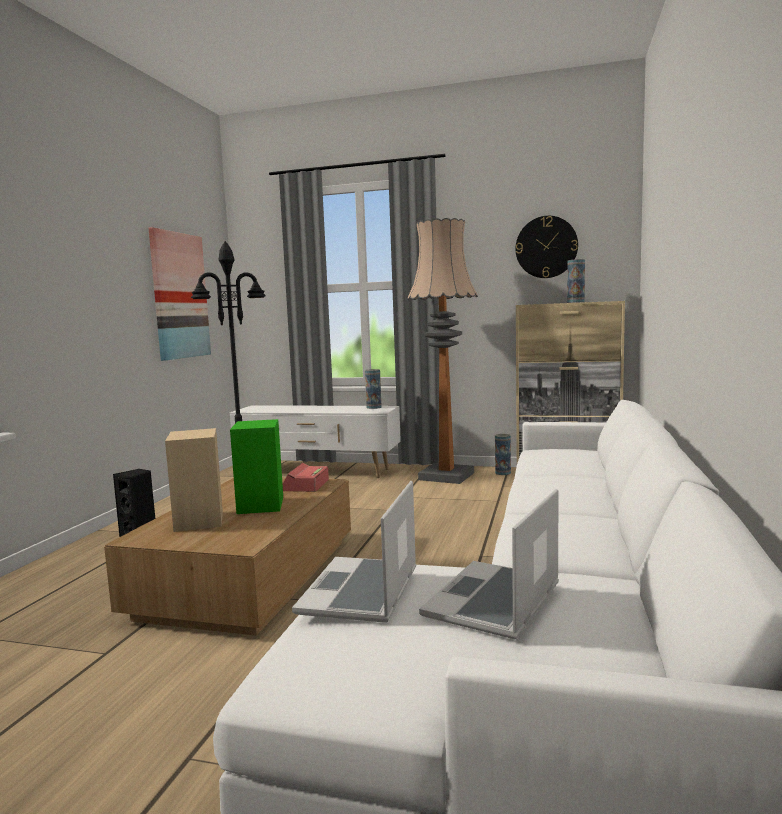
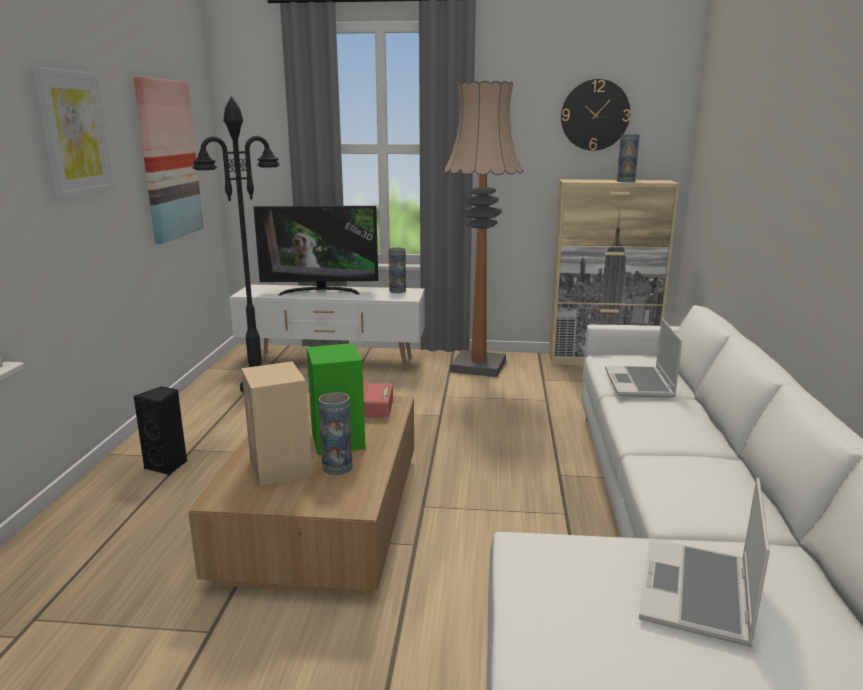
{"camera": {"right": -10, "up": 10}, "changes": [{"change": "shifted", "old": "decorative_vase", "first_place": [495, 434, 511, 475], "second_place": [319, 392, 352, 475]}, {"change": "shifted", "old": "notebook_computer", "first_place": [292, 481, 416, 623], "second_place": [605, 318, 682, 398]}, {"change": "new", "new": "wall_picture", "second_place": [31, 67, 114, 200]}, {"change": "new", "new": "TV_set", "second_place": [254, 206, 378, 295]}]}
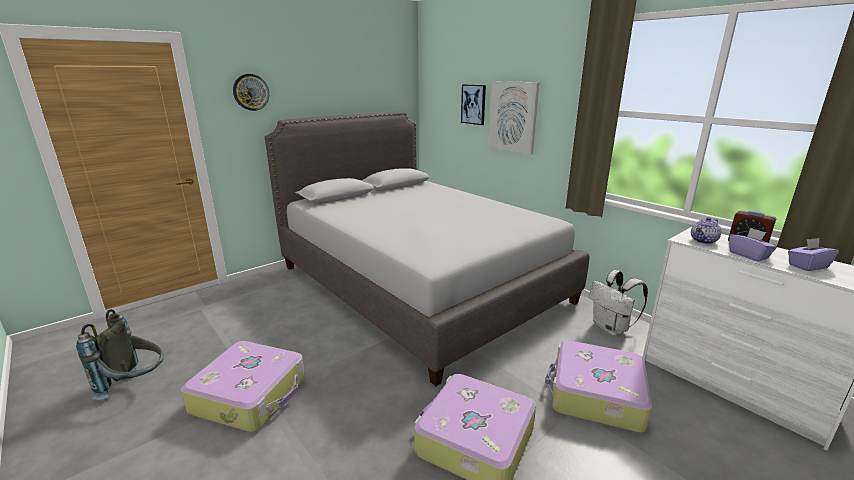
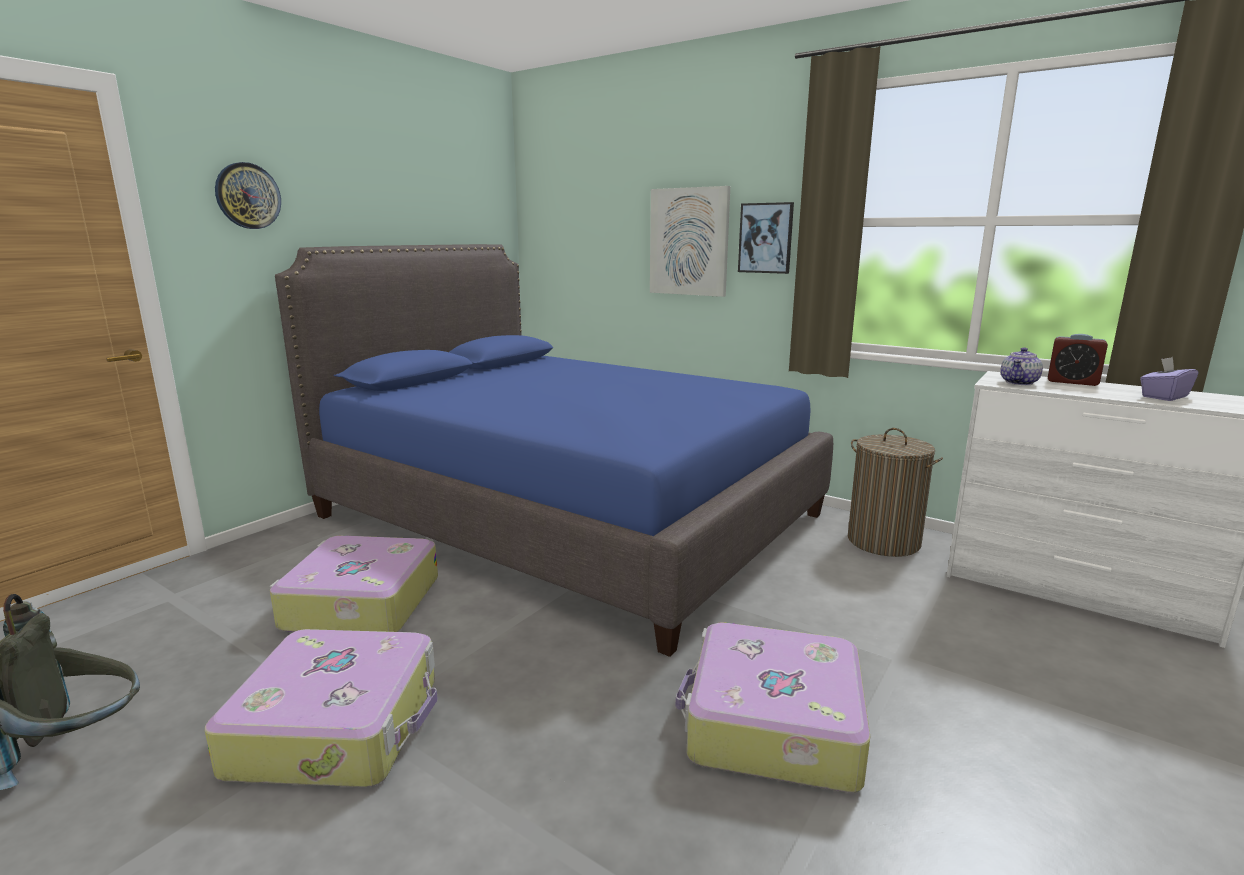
{"camera": {"right": -15, "up": -5}, "changes": [{"change": "shifted", "old": "wall_picture", "first_place": [461, 84, 486, 125], "second_place": [738, 202, 794, 274]}, {"change": "repainted", "old": "gray_bed", "new": "blue-coloured_bed", "first_place": [265, 111, 589, 386], "second_place": [275, 244, 833, 657]}, {"change": "gone", "old": "purplish_tissue_holder", "first_place": [729, 228, 777, 262]}, {"change": "swapped", "old": "whitish_knapsack", "new": "hamper", "first_place": [590, 270, 648, 335], "second_place": [848, 428, 943, 557]}, {"change": "shifted", "old": "suitcase", "first_place": [545, 340, 652, 433], "second_place": [270, 536, 438, 632]}]}
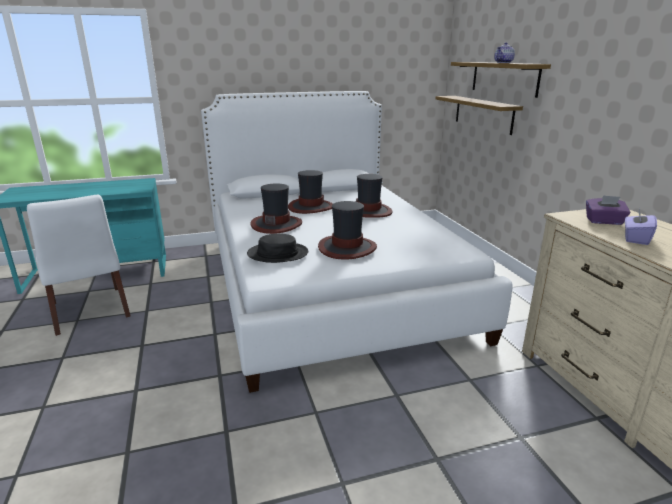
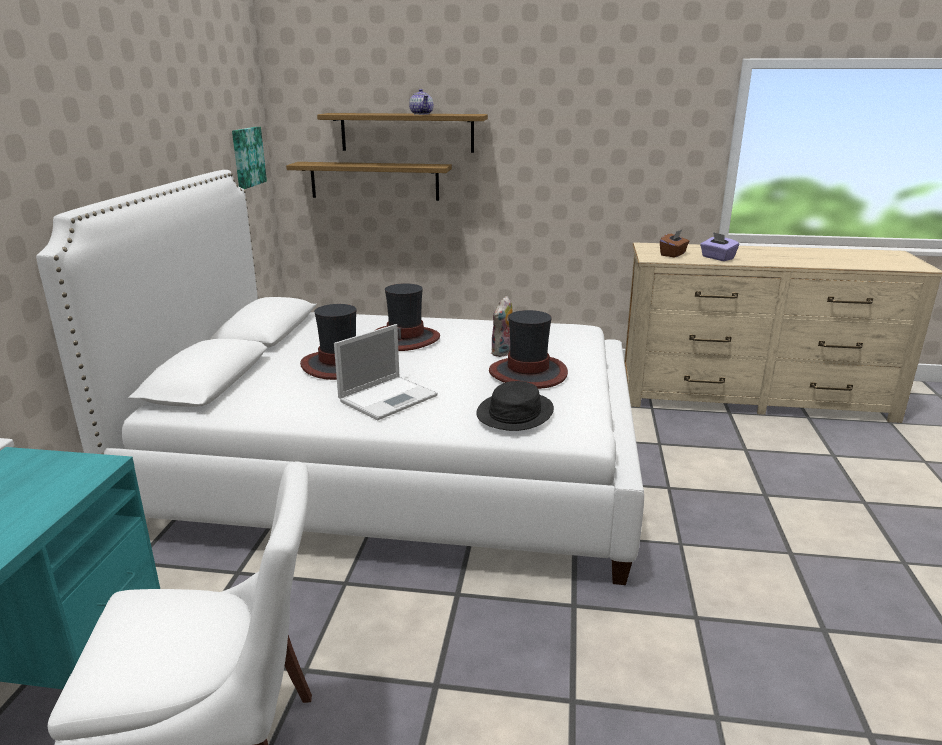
{"camera": {"right": -65, "up": 0}, "changes": [{"change": "swapped", "old": "wearable_hat", "new": "notebook_computer", "first_place": [251, 183, 302, 234], "second_place": [334, 324, 438, 420]}, {"change": "repainted", "old": "purplish_tissue_holder", "new": "brown_tissue_holder", "first_place": [586, 195, 630, 225], "second_place": [660, 230, 690, 258]}, {"change": "new", "new": "wall_picture", "second_place": [232, 127, 267, 189]}, {"change": "new", "new": "soft_toy", "second_place": [491, 296, 513, 357]}]}
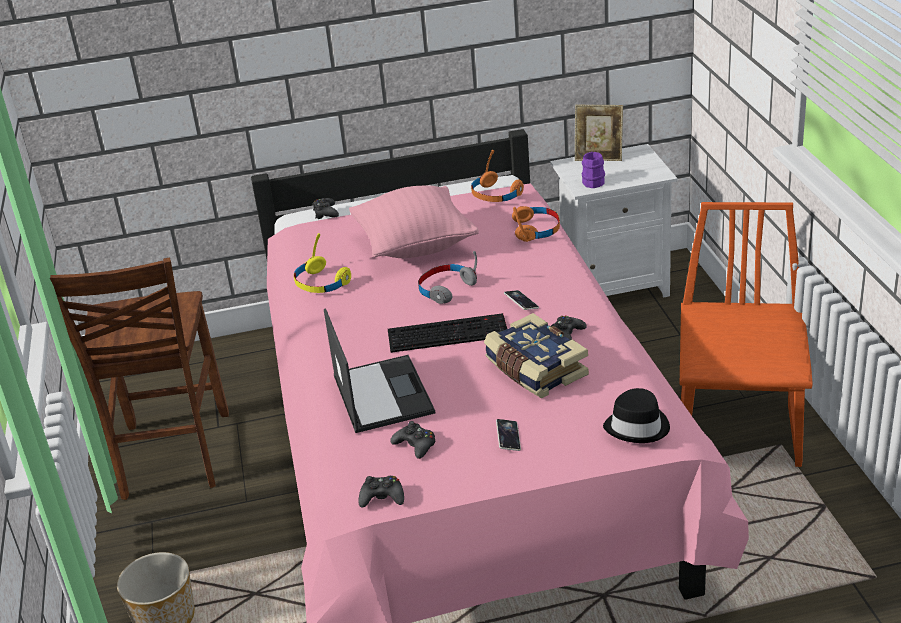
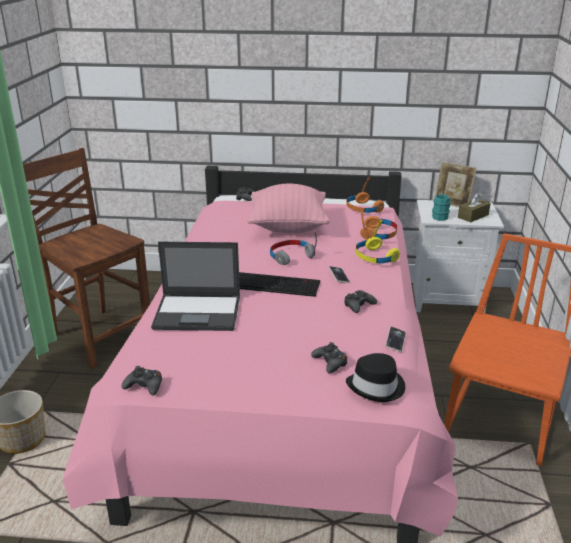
{"camera": {"right": 15, "up": -5}, "changes": [{"change": "repainted", "old": "purplish_tea_mug", "new": "turquoise-coloured_tea_mug", "first_place": [582, 152, 605, 188], "second_place": [432, 194, 451, 221]}, {"change": "shifted", "old": "yellow_headphones", "first_place": [294, 233, 351, 293], "second_place": [355, 220, 400, 263]}, {"change": "rotated", "old": "brown_plain_chair", "first_place": [50, 258, 229, 500], "second_place": [23, 148, 150, 369], "degrees": 120}, {"change": "rotated", "old": "notebook_computer", "first_place": [324, 308, 435, 433], "second_place": [151, 242, 240, 331], "degrees": 90}, {"change": "gone", "old": "bound_book", "first_place": [484, 313, 589, 399]}, {"change": "shifted", "old": "telephone", "first_place": [496, 419, 521, 451], "second_place": [385, 327, 406, 352]}, {"change": "shifted", "old": "blackish_gamepad", "first_place": [390, 421, 435, 459], "second_place": [311, 342, 347, 373]}, {"change": "new", "new": "brown_tissue_holder", "second_place": [458, 193, 491, 222]}]}
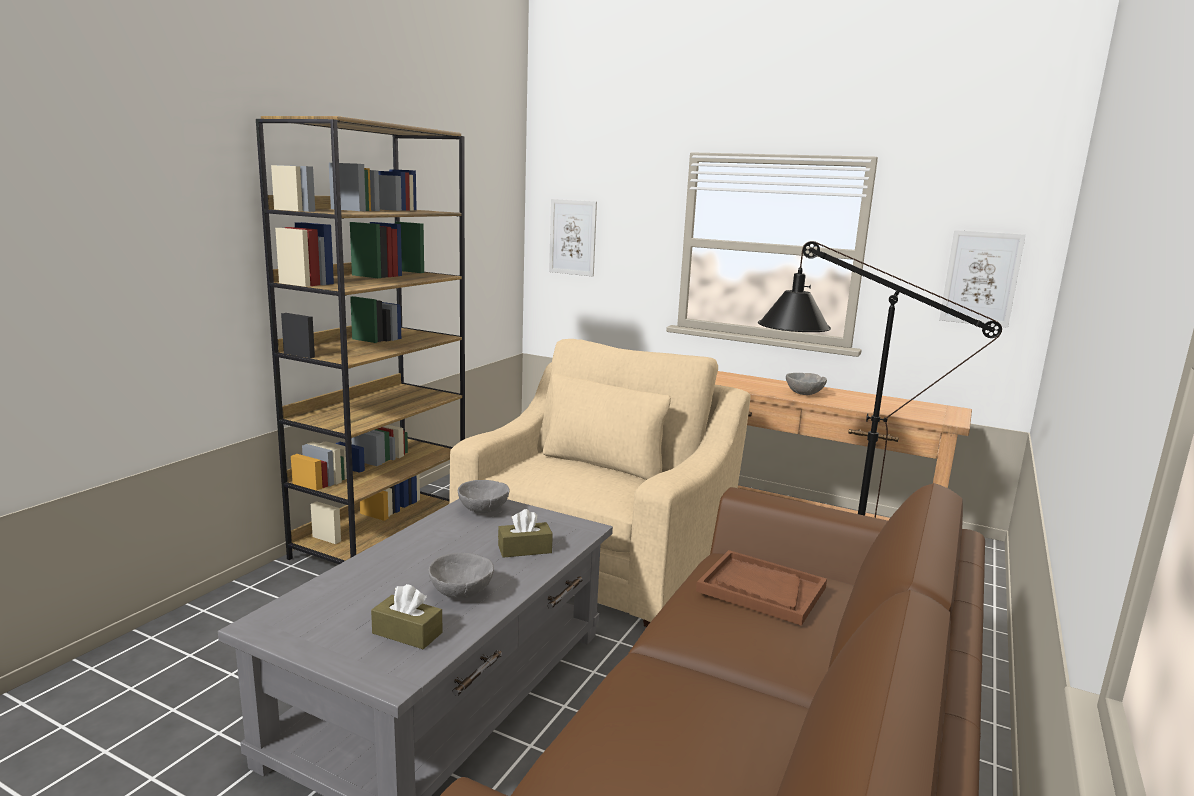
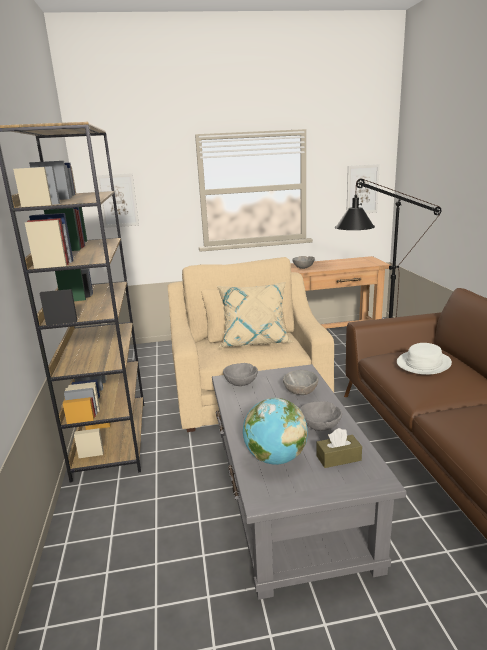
{"camera": {"right": -35, "up": 5}, "changes": [{"change": "swapped", "old": "brown_tissue_holder", "new": "gray_bowl", "first_place": [498, 509, 553, 558], "second_place": [283, 370, 319, 395]}, {"change": "swapped", "old": "brown_tray", "new": "whitish_wearable_hat", "first_place": [696, 550, 827, 626], "second_place": [397, 343, 452, 375]}, {"change": "new", "new": "beige-coloured_throw_pillow", "second_place": [217, 282, 293, 347]}, {"change": "new", "new": "world_globe", "second_place": [243, 398, 308, 465]}]}
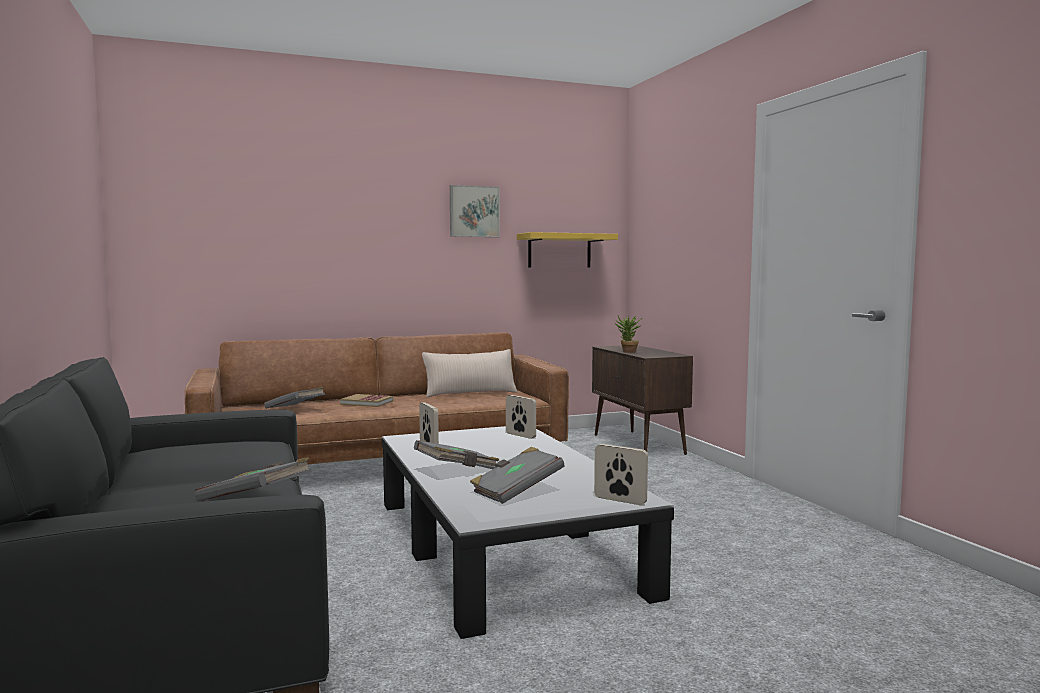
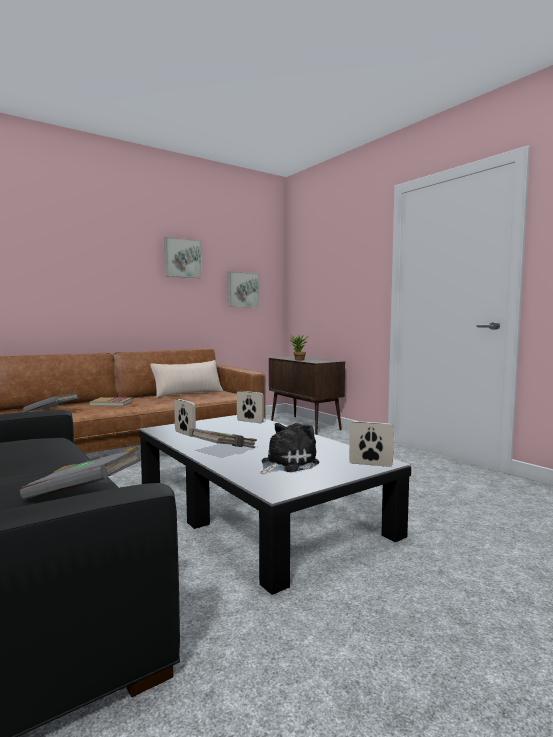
{"camera": {"right": -15, "up": 0}, "changes": [{"change": "swapped", "old": "yellow_shelf", "new": "wall_picture", "first_place": [517, 232, 618, 268], "second_place": [228, 271, 259, 307]}, {"change": "swapped", "old": "gray_bound_book", "new": "soft_toy", "first_place": [470, 446, 565, 504], "second_place": [260, 423, 319, 474]}]}
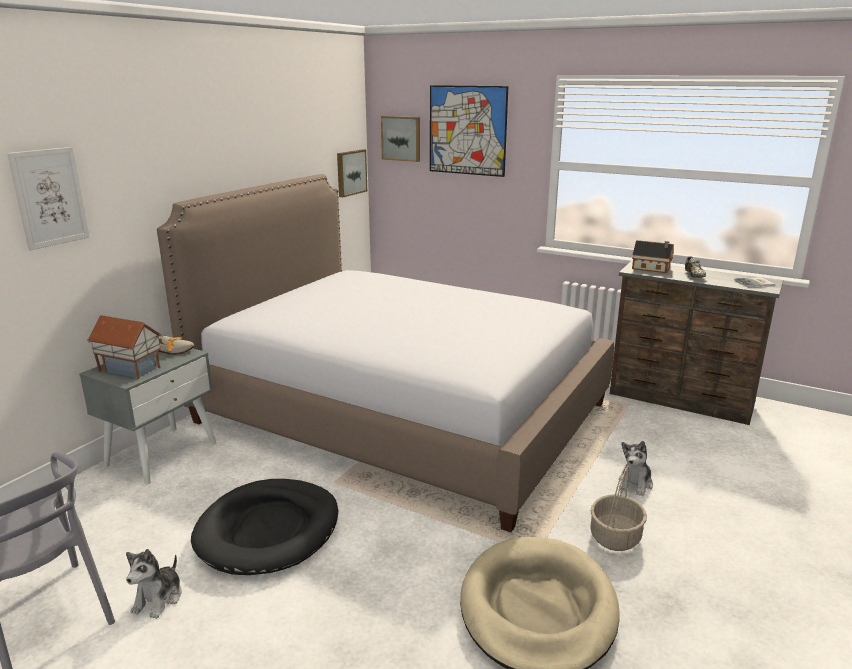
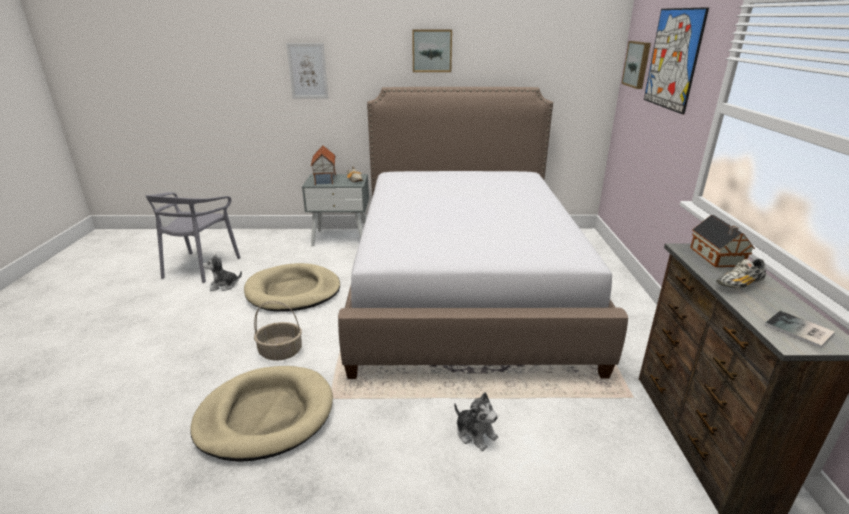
{"camera": {"right": 60, "up": 5}, "changes": [{"change": "shifted", "old": "wall_picture", "first_place": [337, 149, 367, 197], "second_place": [412, 30, 452, 72]}, {"change": "rotated", "old": "soft_toy", "first_place": [619, 441, 653, 496], "second_place": [454, 392, 498, 451], "degrees": -135}, {"change": "shifted", "old": "storage_basket", "first_place": [591, 466, 647, 551], "second_place": [254, 301, 302, 361]}, {"change": "repainted", "old": "blackish_dog_bed", "new": "beige-coloured_dog_bed", "first_place": [191, 479, 338, 575], "second_place": [244, 263, 340, 312]}]}
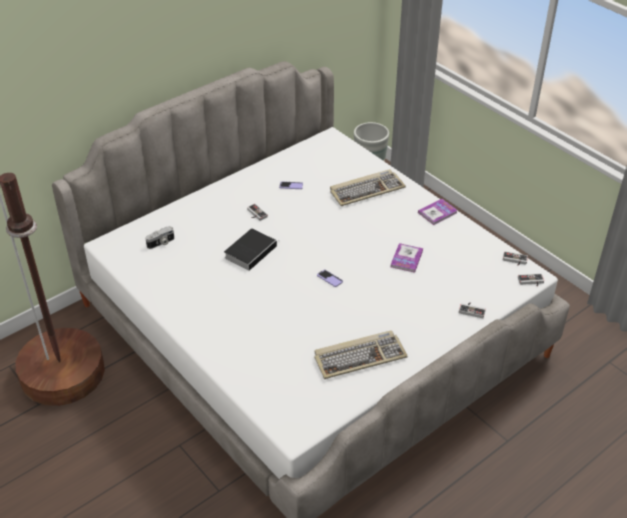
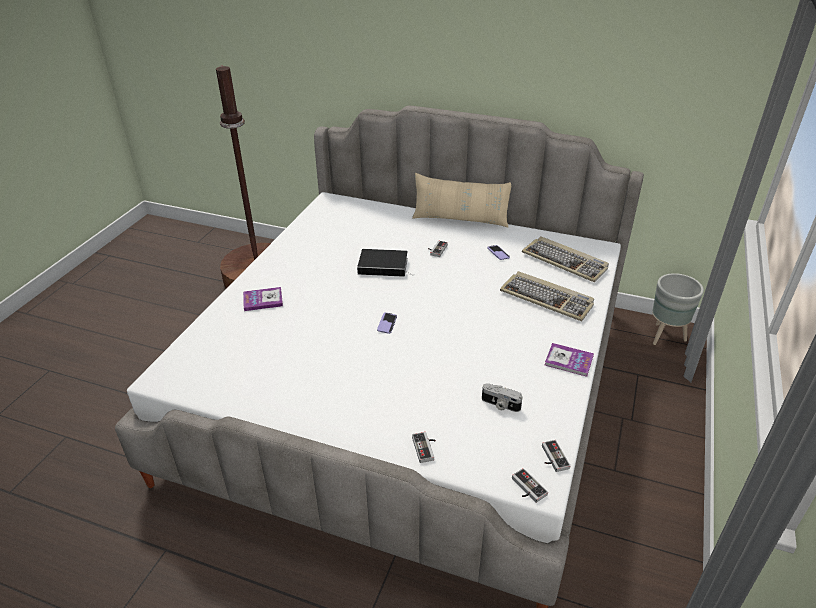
{"camera": {"right": 60, "up": -5}, "changes": [{"change": "shifted", "old": "photo_camera", "first_place": [145, 226, 174, 249], "second_place": [482, 383, 523, 412]}, {"change": "shifted", "old": "bound_book", "first_place": [390, 243, 423, 273], "second_place": [243, 287, 283, 311]}, {"change": "shifted", "old": "keyboard", "first_place": [314, 330, 408, 379], "second_place": [522, 236, 609, 282]}, {"change": "new", "new": "beige-coloured_throw_pillow", "second_place": [412, 173, 511, 227]}]}
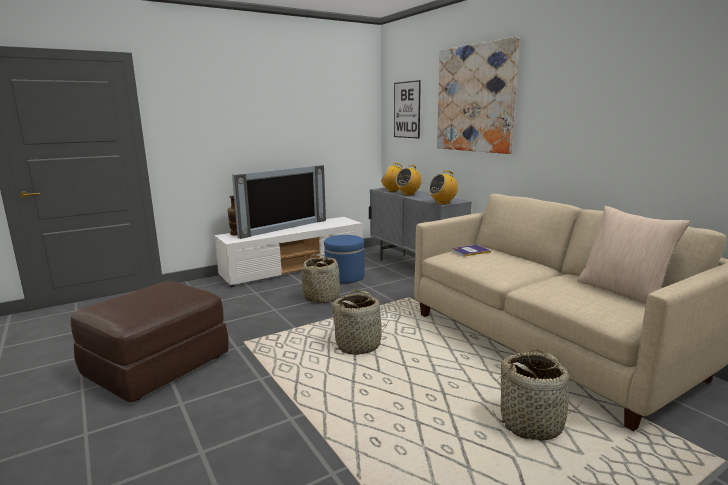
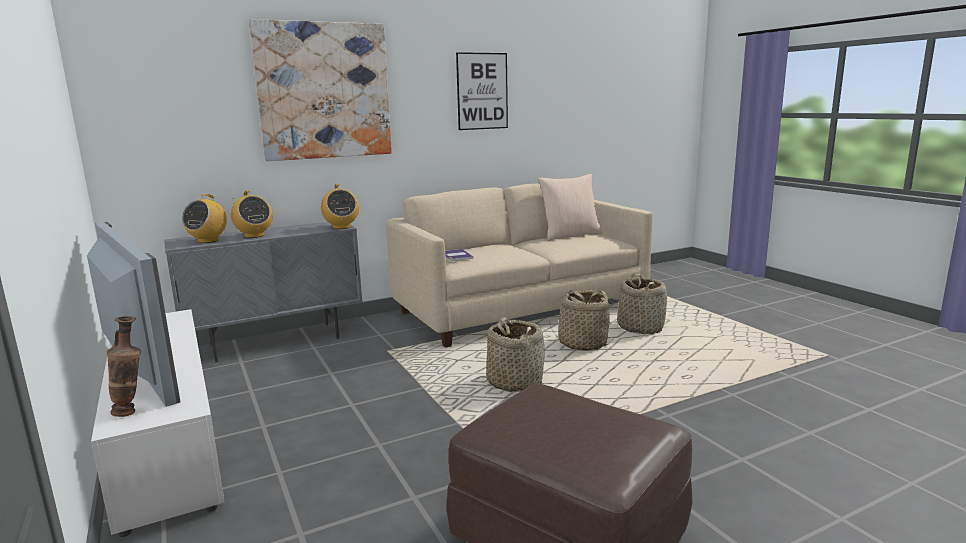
{"camera": {"right": -85, "up": 0}, "changes": [{"change": "shifted", "old": "wall_picture", "first_place": [394, 80, 421, 138], "second_place": [456, 52, 508, 130]}, {"change": "gone", "old": "blue-coloured_footrest", "first_place": [324, 235, 365, 284]}, {"change": "shifted", "old": "storage_basket", "first_place": [302, 254, 340, 304], "second_place": [549, 290, 615, 351]}]}
